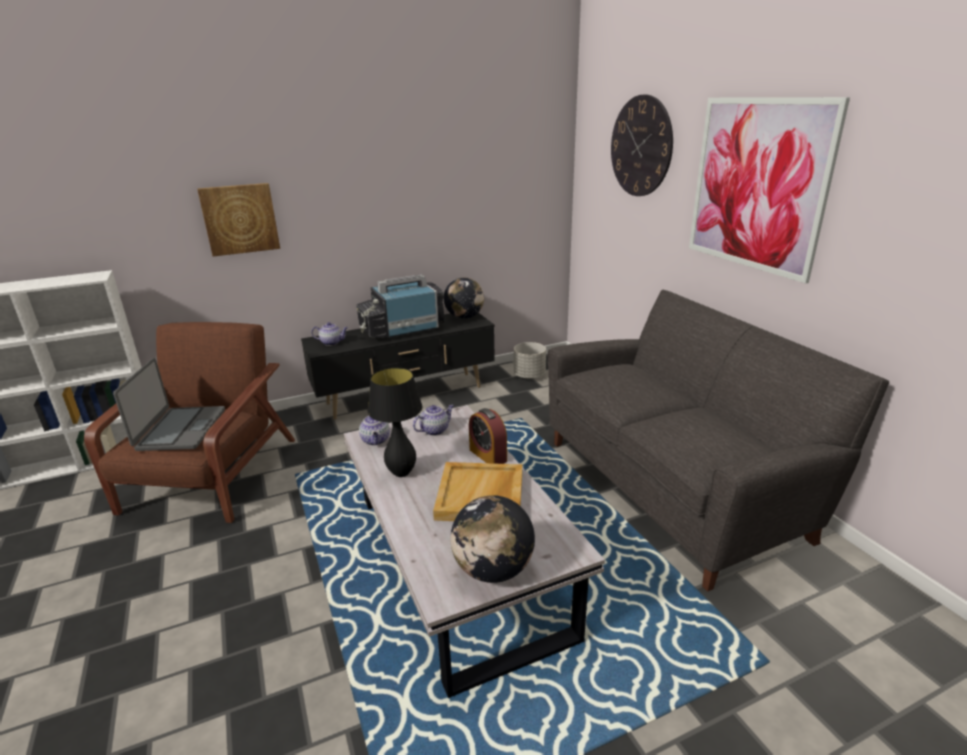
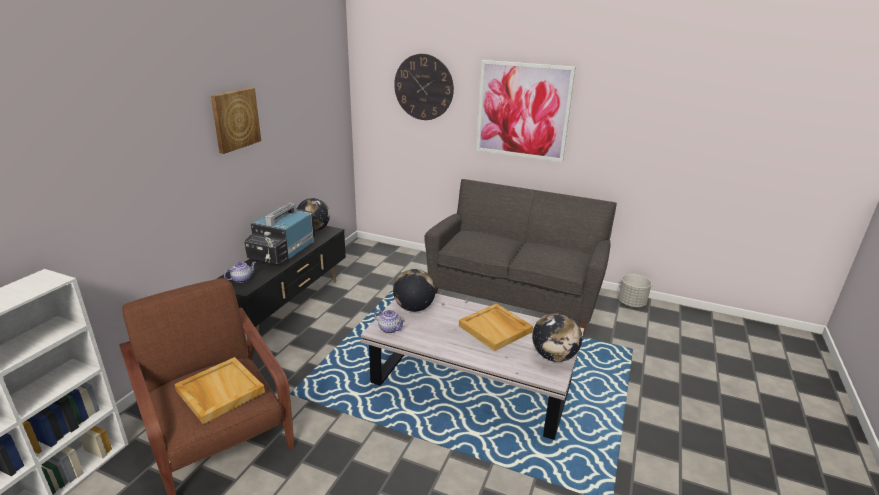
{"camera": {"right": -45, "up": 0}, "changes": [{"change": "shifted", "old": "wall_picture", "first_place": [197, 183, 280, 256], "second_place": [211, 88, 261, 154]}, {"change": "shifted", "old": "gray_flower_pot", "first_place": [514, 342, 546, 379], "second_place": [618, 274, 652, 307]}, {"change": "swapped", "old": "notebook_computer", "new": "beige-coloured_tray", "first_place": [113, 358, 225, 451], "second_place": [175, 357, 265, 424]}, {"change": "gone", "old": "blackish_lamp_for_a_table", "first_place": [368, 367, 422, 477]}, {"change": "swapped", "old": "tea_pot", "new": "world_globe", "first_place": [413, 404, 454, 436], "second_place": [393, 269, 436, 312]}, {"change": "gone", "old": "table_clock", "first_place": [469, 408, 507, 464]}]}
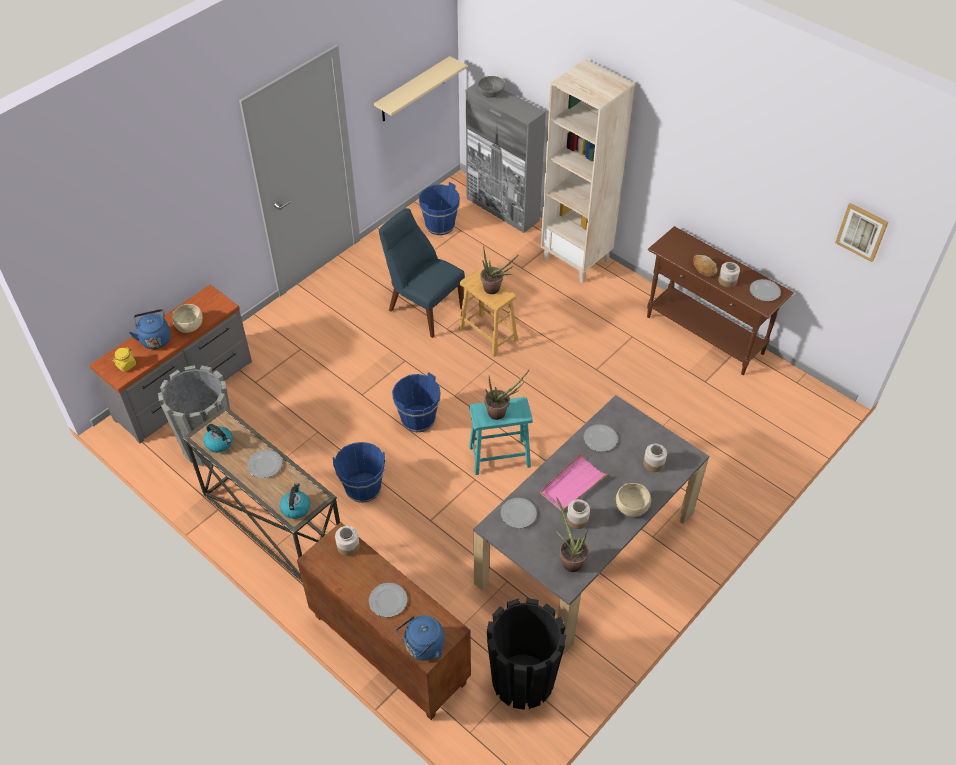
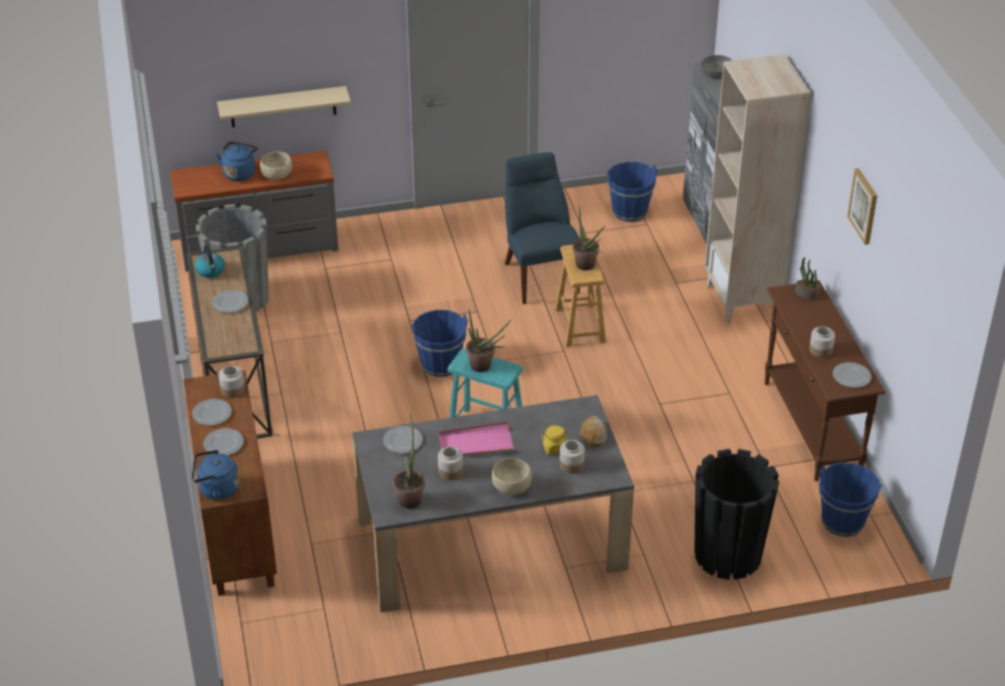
{"camera": {"right": 35, "up": -10}, "changes": [{"change": "shifted", "old": "beige-coloured_shelf", "first_place": [374, 56, 467, 122], "second_place": [217, 86, 351, 127]}, {"change": "shifted", "old": "wall_picture", "first_place": [835, 203, 888, 262], "second_place": [847, 168, 877, 245]}, {"change": "shifted", "old": "bread", "first_place": [693, 255, 718, 277], "second_place": [580, 416, 607, 447]}, {"change": "shifted", "old": "yellow_jar", "first_place": [113, 348, 136, 372], "second_place": [541, 425, 568, 455]}, {"change": "shifted", "old": "plate", "first_place": [584, 424, 618, 452], "second_place": [192, 399, 232, 426]}, {"change": "shifted", "old": "blue-coloured_pail", "first_place": [333, 442, 385, 503], "second_place": [819, 462, 882, 537]}, {"change": "gone", "old": "water_kettle", "first_place": [280, 483, 310, 519]}, {"change": "shifted", "old": "blackish_flower_pot", "first_place": [487, 598, 566, 710], "second_place": [694, 449, 779, 580]}, {"change": "new", "new": "potted_plant", "second_place": [795, 257, 819, 300]}]}
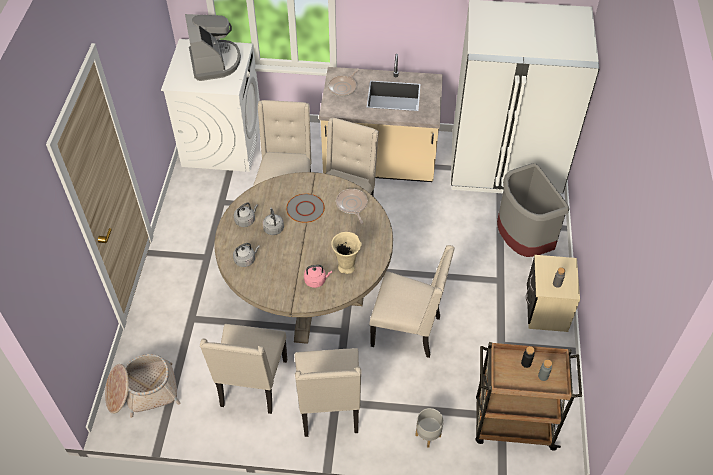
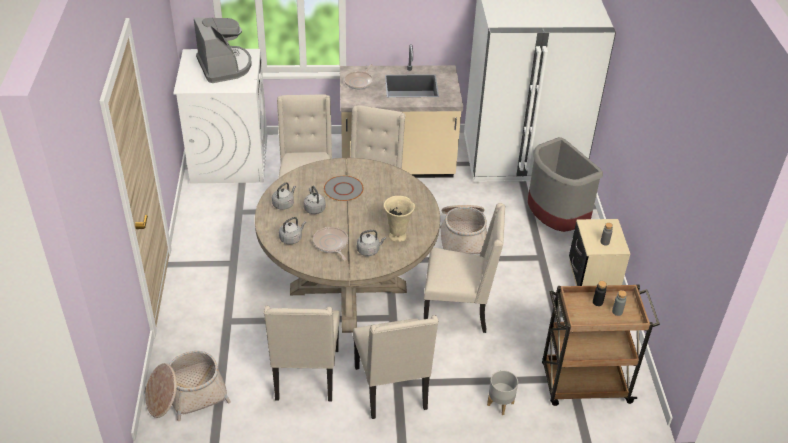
{"camera": {"right": -10, "up": -10}, "changes": [{"change": "shifted", "old": "skillet", "first_place": [336, 189, 368, 224], "second_place": [313, 227, 348, 261]}, {"change": "repainted", "old": "pink-coloured_water_kettle", "new": "gray_water_kettle", "first_place": [304, 265, 332, 288], "second_place": [357, 230, 386, 256]}, {"change": "new", "new": "storage_basket", "second_place": [440, 205, 487, 254]}]}
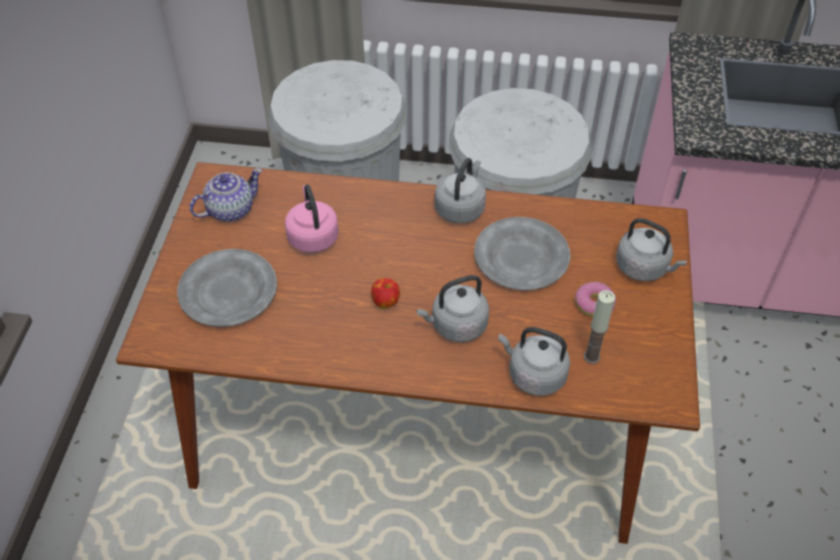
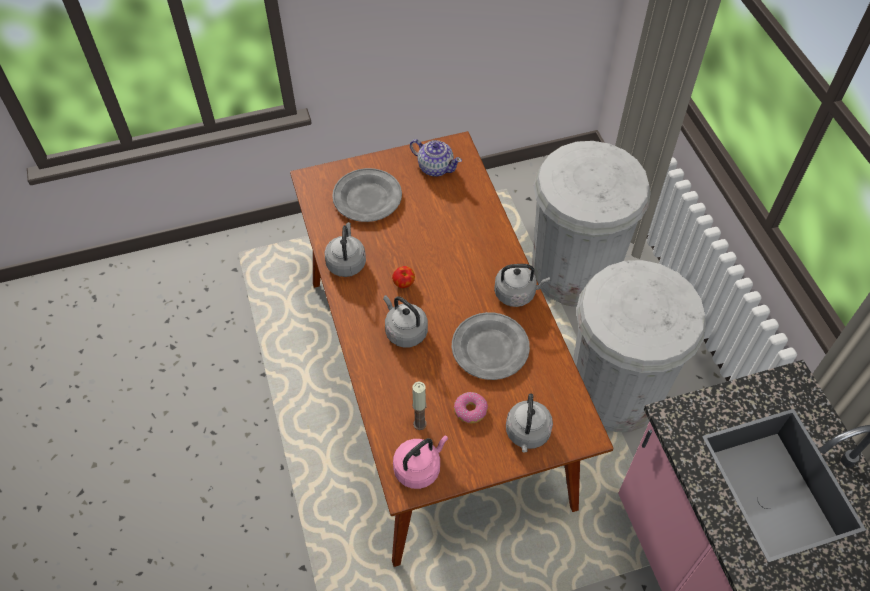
{"camera": {"right": 65, "up": 5}, "changes": [{"change": "shifted", "old": "pink-coloured_water_kettle", "first_place": [285, 185, 339, 253], "second_place": [393, 435, 448, 489]}, {"change": "shifted", "old": "gray_water_kettle", "first_place": [498, 327, 570, 396], "second_place": [324, 222, 366, 277]}]}
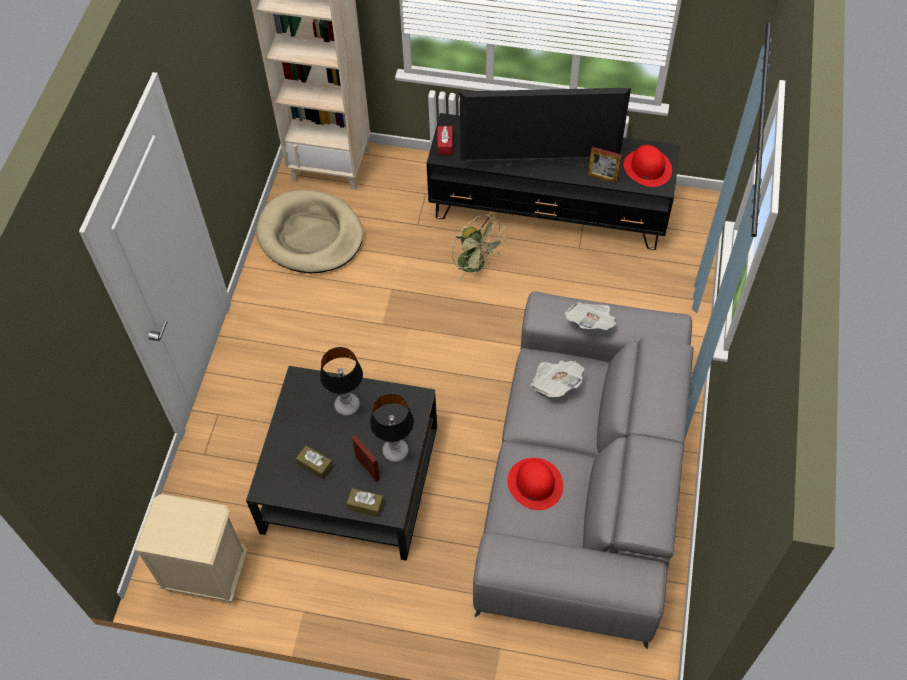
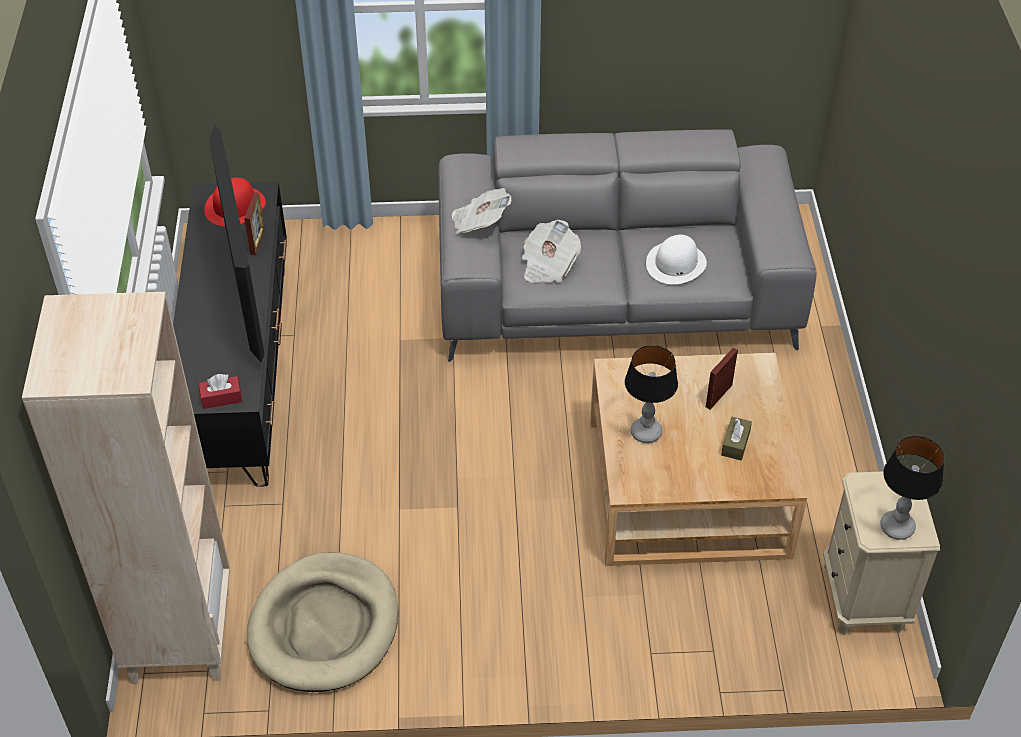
{"camera": {"right": -105, "up": -10}, "changes": [{"change": "gone", "old": "green_fan", "first_place": [452, 214, 506, 281]}, {"change": "repainted", "old": "blackish_coffee_table", "new": "beige-coloured_coffee_table", "first_place": [246, 366, 437, 561], "second_place": [590, 353, 807, 566]}, {"change": "shifted", "old": "lamp_for_a_table", "first_place": [370, 394, 414, 462], "second_place": [880, 436, 944, 540]}, {"change": "repainted", "old": "red-coloured_wearable_hat", "new": "whitish_wearable_hat", "first_place": [507, 458, 563, 510], "second_place": [646, 235, 707, 284]}, {"change": "gone", "old": "brown_tissue_holder", "first_place": [346, 488, 384, 517]}]}
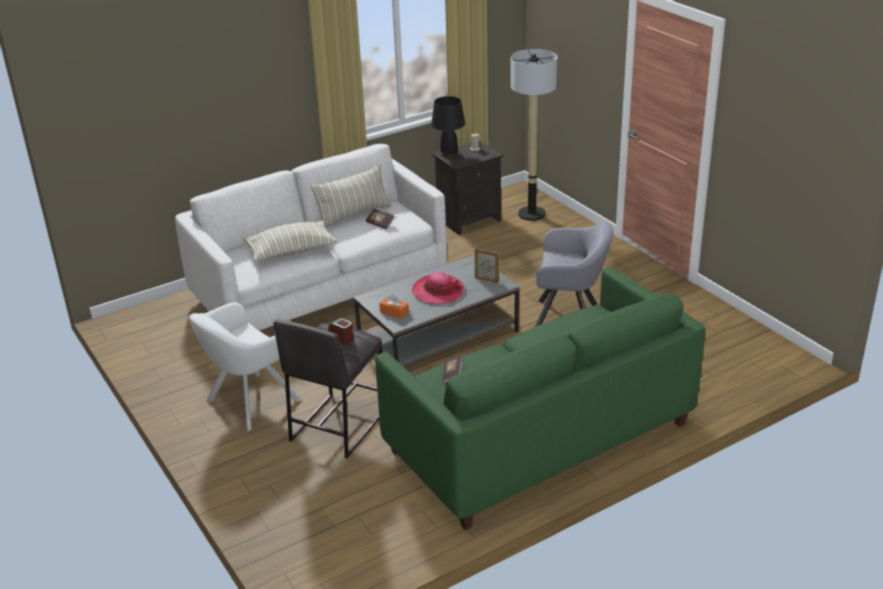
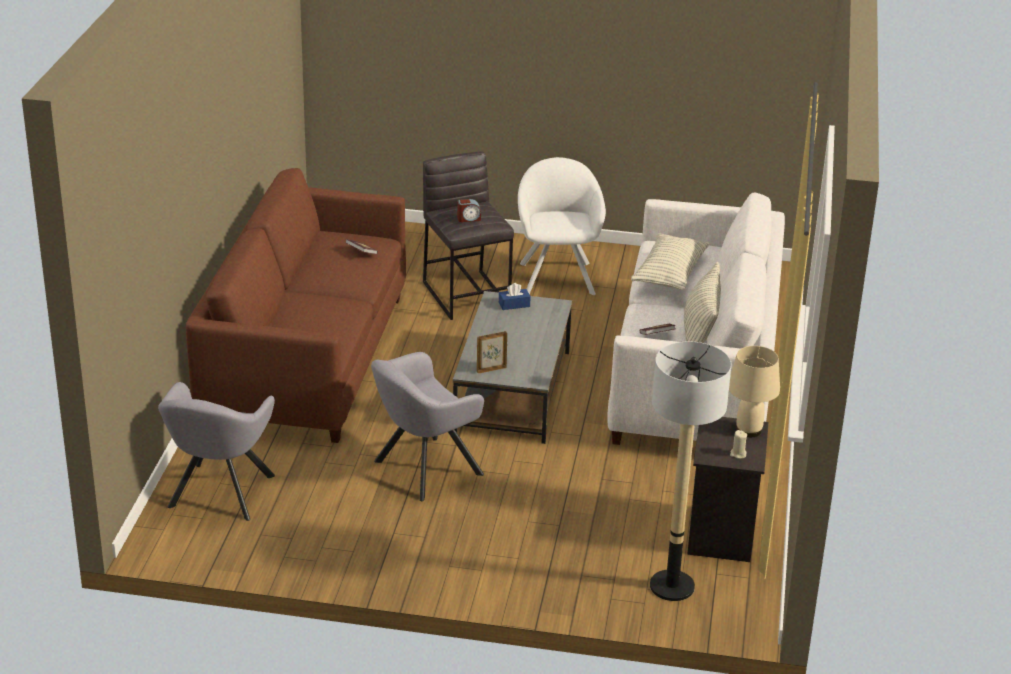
{"camera": {"right": 130, "up": 0}, "changes": [{"change": "repainted", "old": "blackish_lamp_for_a_table", "new": "beige-coloured_lamp_for_a_table", "first_place": [431, 96, 465, 158], "second_place": [729, 346, 780, 437]}, {"change": "repainted", "old": "green_sofa", "new": "brown_sofa", "first_place": [375, 267, 705, 530], "second_place": [186, 168, 406, 443]}, {"change": "gone", "old": "wearable_hat", "first_place": [412, 272, 465, 304]}, {"change": "repainted", "old": "orange-coloured_tissue_holder", "new": "blue-coloured_tissue_holder", "first_place": [379, 294, 409, 319], "second_place": [499, 283, 531, 310]}, {"change": "new", "new": "gray_easy_chair", "second_place": [158, 382, 275, 521]}]}
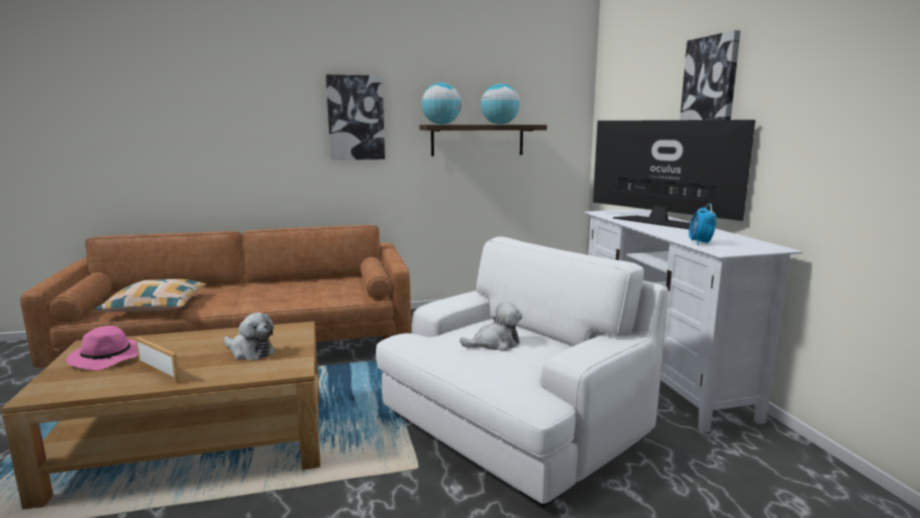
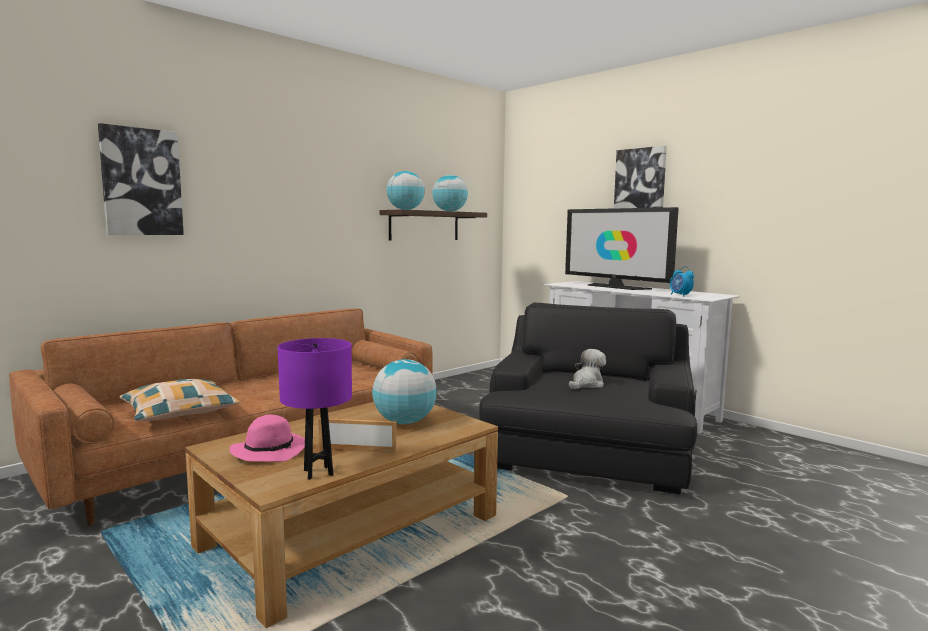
{"camera": {"right": -30, "up": -5}, "changes": [{"change": "shifted", "old": "wall_picture", "first_place": [326, 74, 385, 160], "second_place": [98, 123, 184, 235]}, {"change": "rotated", "old": "TV_set", "first_place": [593, 120, 755, 229], "second_place": [565, 207, 679, 290], "degrees": -150}, {"change": "repainted", "old": "whitish_easy_chair", "new": "blackish_easy_chair", "first_place": [376, 237, 668, 508], "second_place": [479, 303, 697, 494]}, {"change": "swapped", "old": "soft_toy", "new": "world_globe", "first_place": [224, 313, 275, 360], "second_place": [372, 359, 437, 424]}, {"change": "new", "new": "purplish_lamp_for_a_table", "second_place": [278, 338, 352, 480]}]}
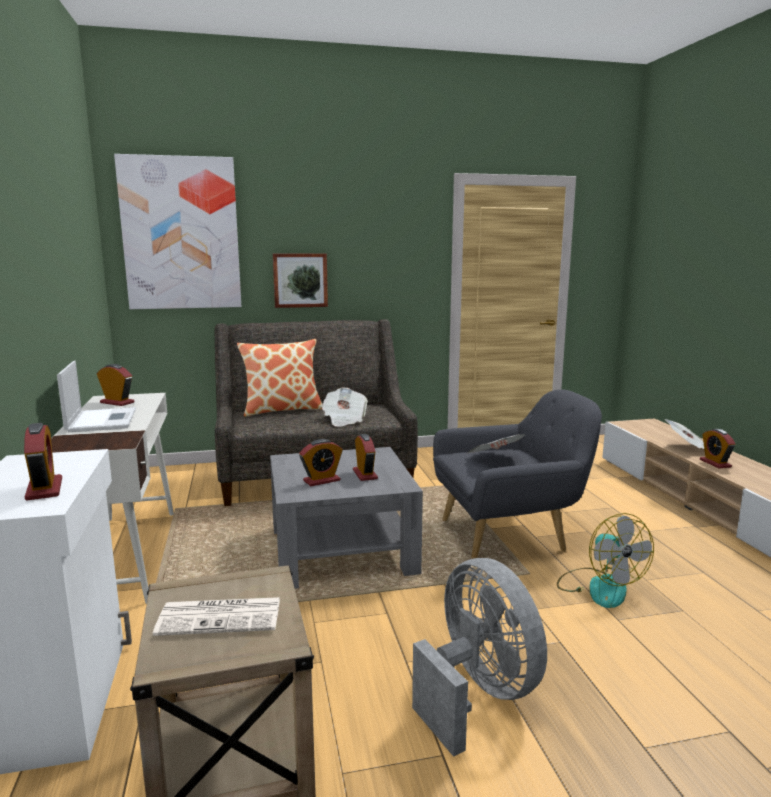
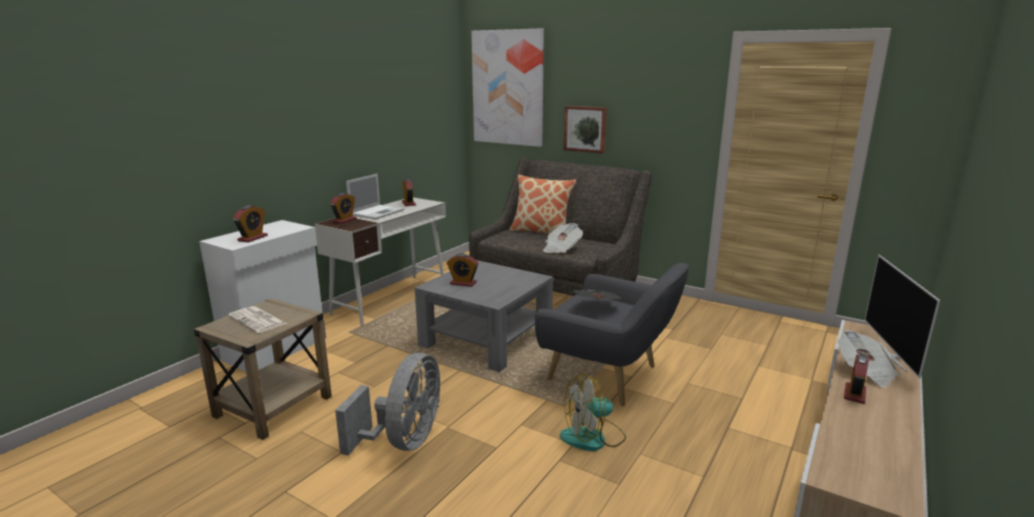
{"camera": {"right": 45, "up": 5}, "changes": [{"change": "shifted", "old": "table_clock", "first_place": [353, 434, 378, 481], "second_place": [330, 193, 357, 224]}, {"change": "rotated", "old": "fan", "first_place": [557, 513, 654, 608], "second_place": [560, 374, 626, 451], "degrees": 45}, {"change": "new", "new": "TV_set", "second_place": [865, 255, 940, 378]}]}
